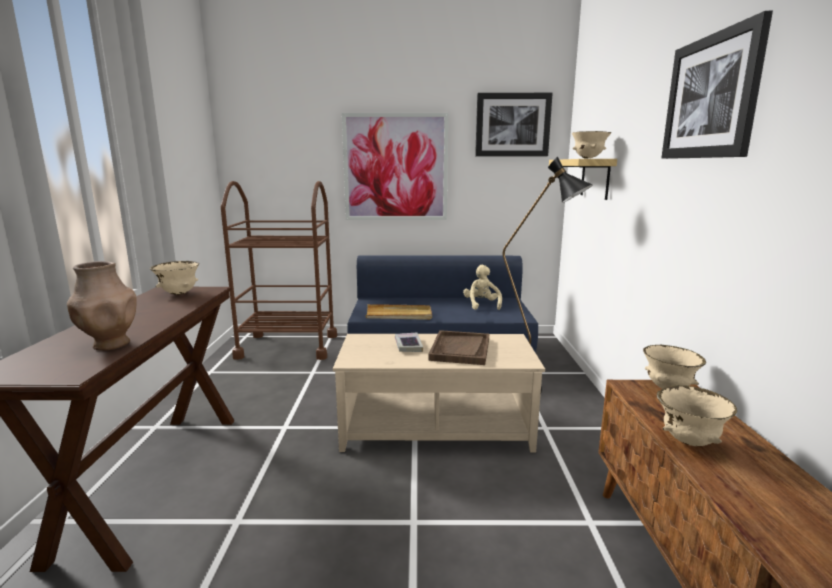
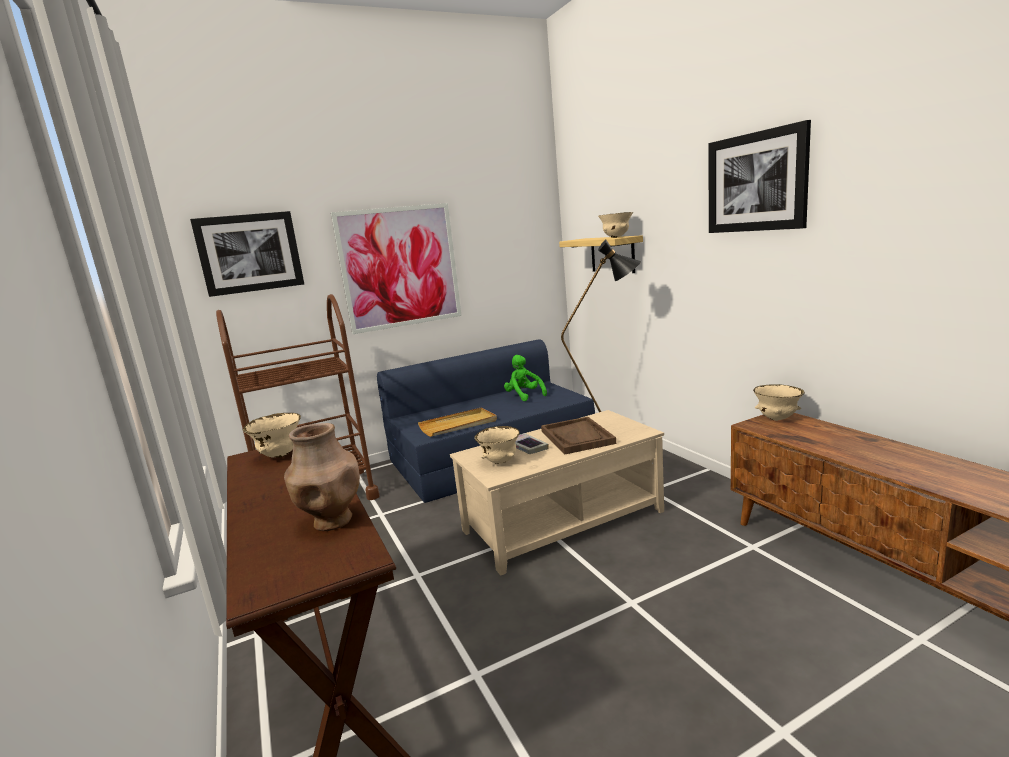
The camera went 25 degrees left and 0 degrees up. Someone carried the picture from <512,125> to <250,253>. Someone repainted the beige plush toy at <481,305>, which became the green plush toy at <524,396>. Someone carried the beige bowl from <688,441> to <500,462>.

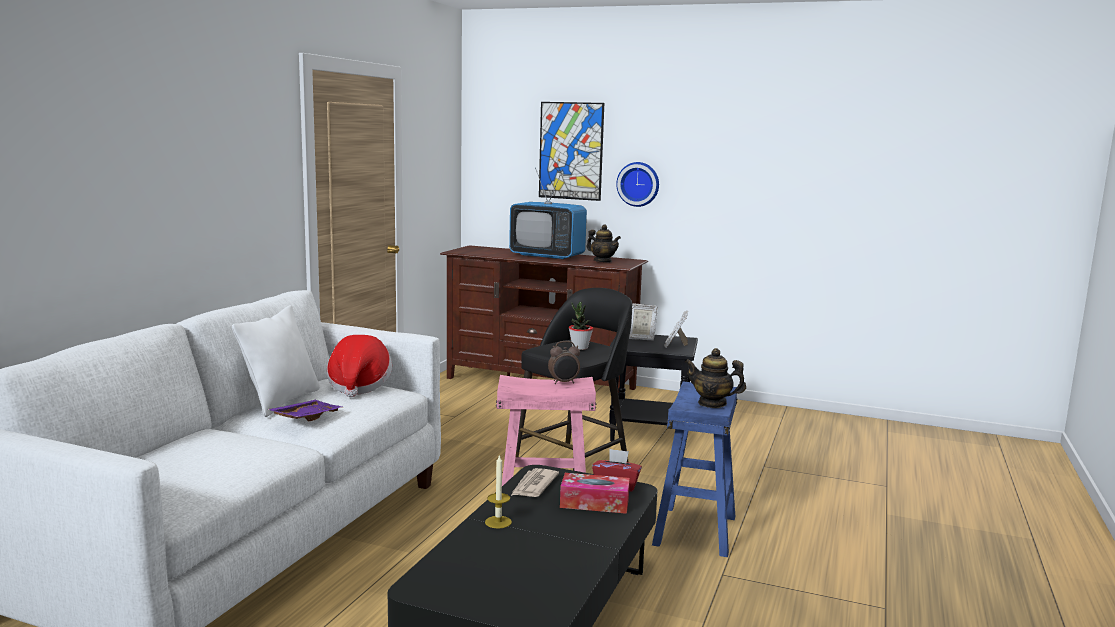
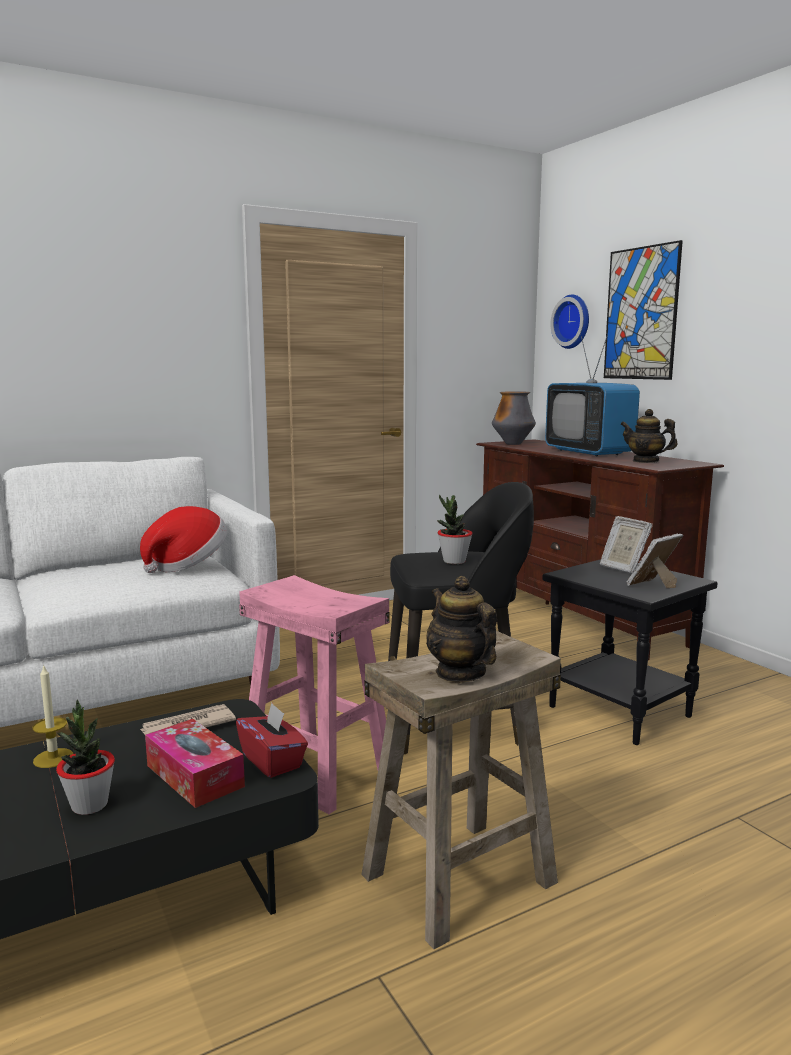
The camera went 40 degrees right and 0 degrees up. Someone carried the wall clock from <638,184> to <573,321>. Someone rotated the teapot at <602,261> by 135 degrees clockwise. Someone took away the white pillow at <281,401>. Someone took away the alarm clock at <564,382>. Someone repainted the blue stool at <696,530>, which became the beige stool at <459,879>. Someone took away the purple tray at <305,417>. Someone put down the vase at <513,444>. Someone put down the potted plant at <89,805>.

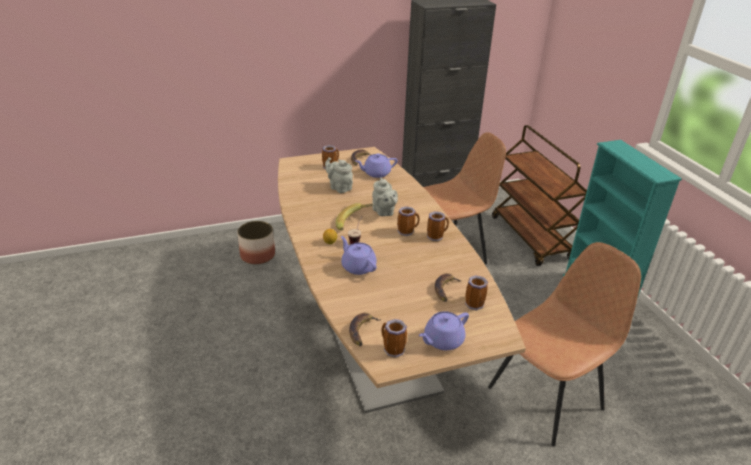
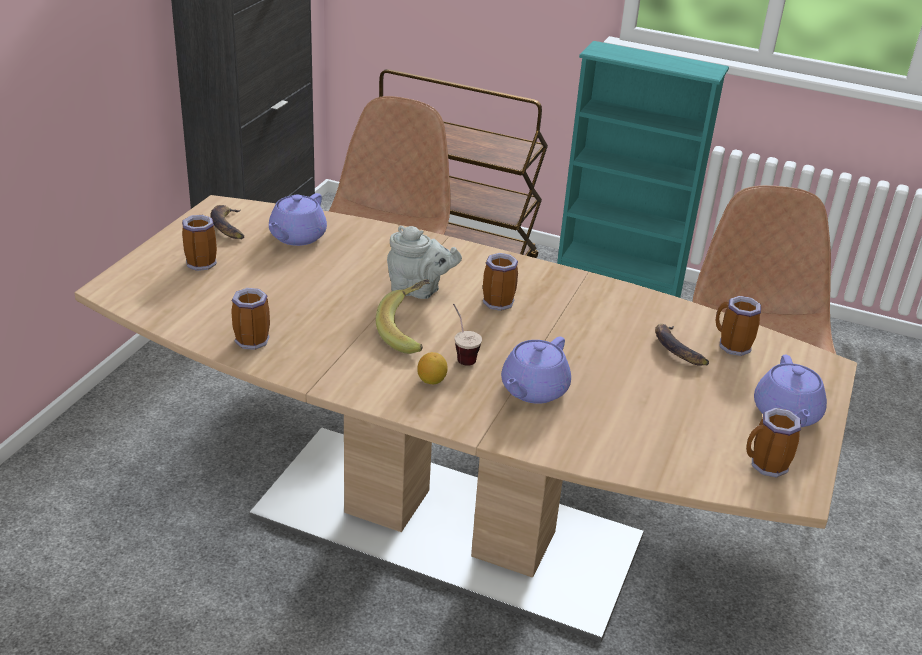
The camera went 50 degrees left and 0 degrees up. Someone took away the grey teapot at <339,187>. Someone carried the mug from <436,236> to <253,338>. Someone took away the planter at <258,255>. Someone rotated the purple teapot at <358,266> by 60 degrees counterclockwise. Someone took away the banana at <362,330>.

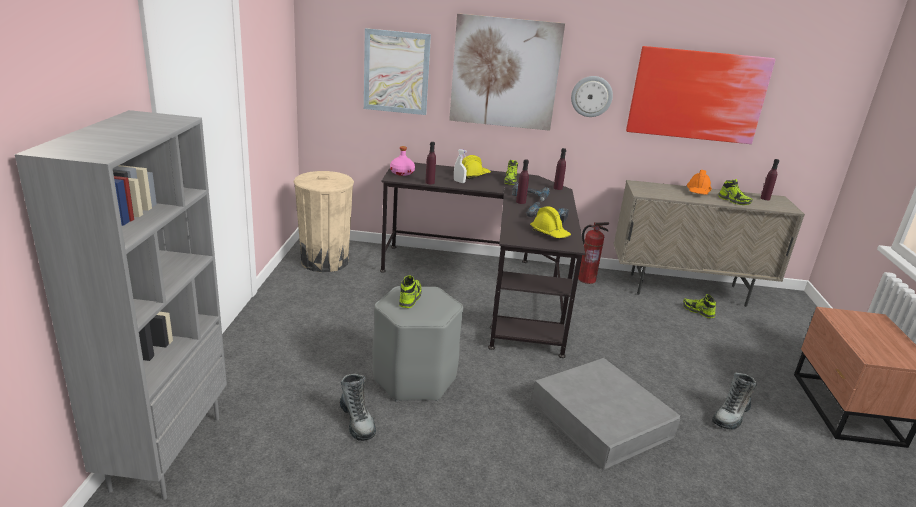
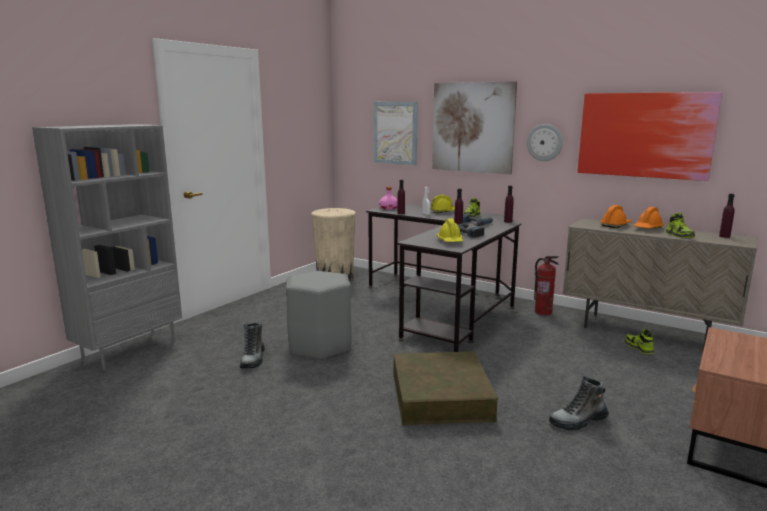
The camera went 30 degrees right and 10 degrees down. Someone took away the shoe at <410,298>. Someone repainted the grey storage box at <601,419>, which became the brown storage box at <441,396>. Someone put down the orange hard hat at <615,225>.

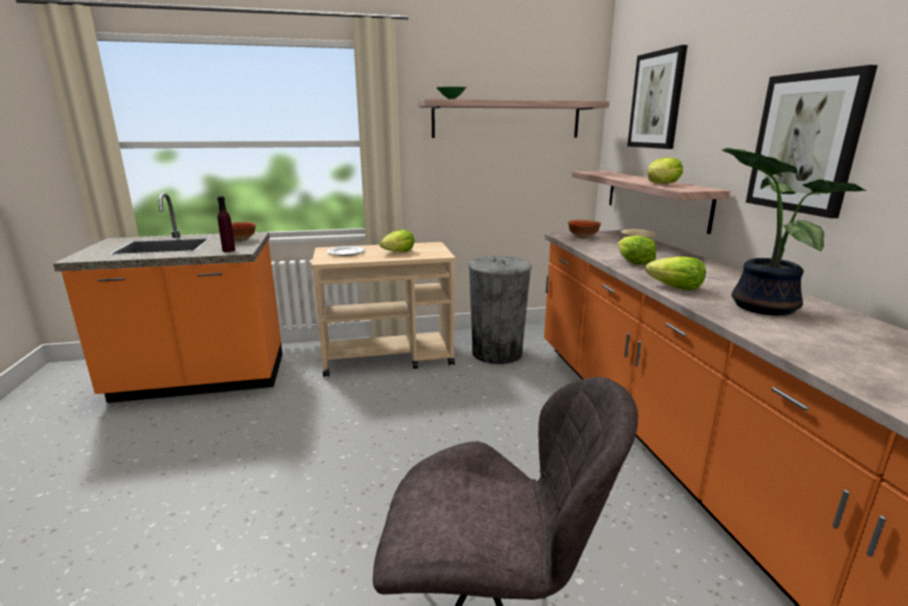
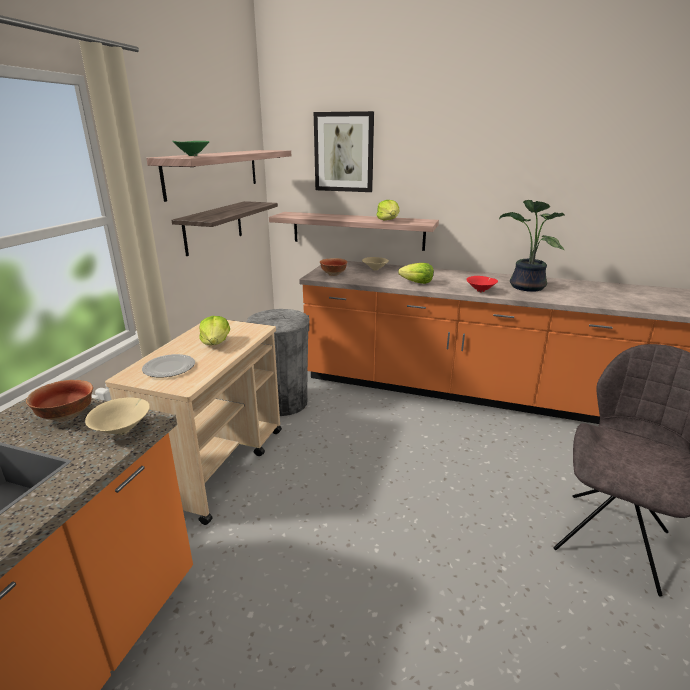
The camera went 60 degrees left and 5 degrees up. Someone took away the picture at <805,143>. Someone swapped the purple bottle at <229,250> for the beige bowl at <123,430>. Someone swapped the lettuce at <675,287> for the red bowl at <481,291>. Someone put up the shelf at <213,227>.

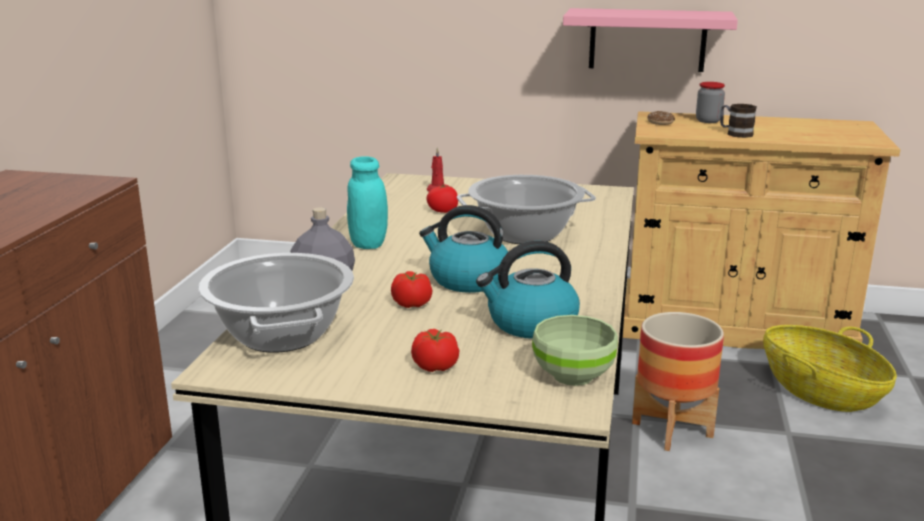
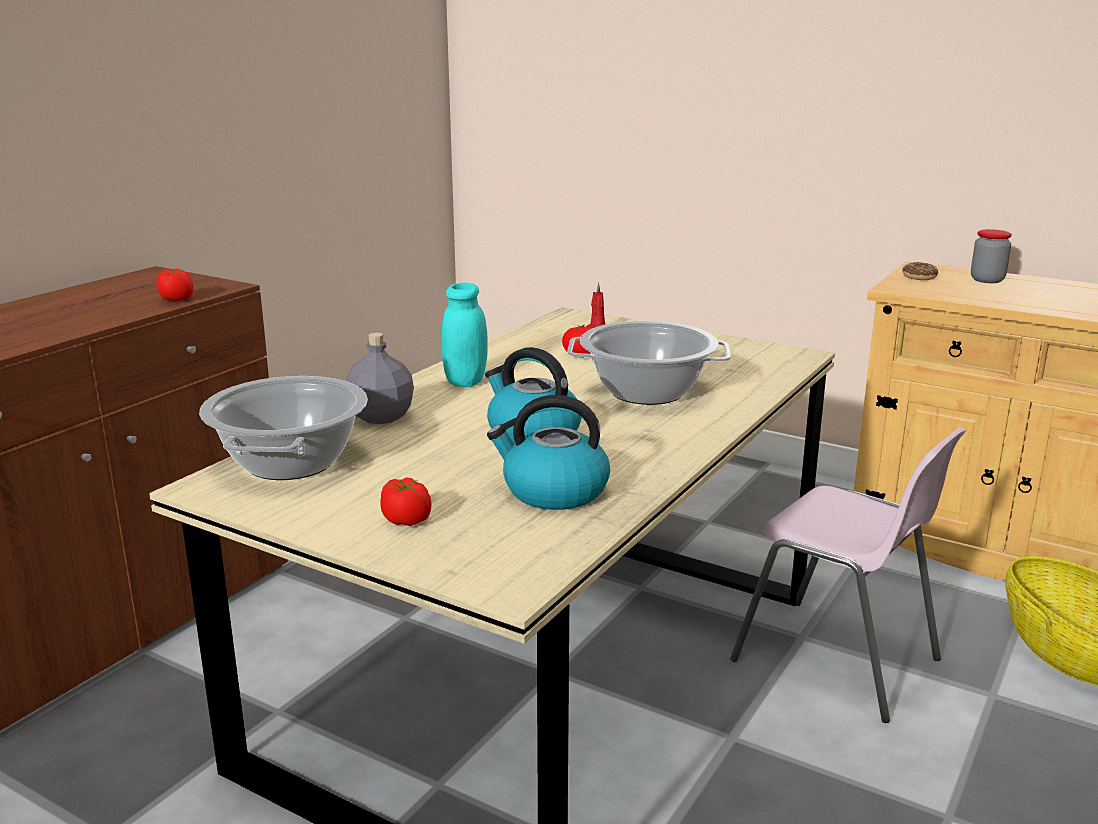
The camera went 20 degrees right and 0 degrees up. Someone took away the pink shelf at <647,40>. Someone took away the mug at <735,133>. Someone carried the tomato from <411,304> to <177,299>. Someone swapped the planter at <672,430> for the pink chair at <838,661>. Someone took away the green bowl at <572,376>.

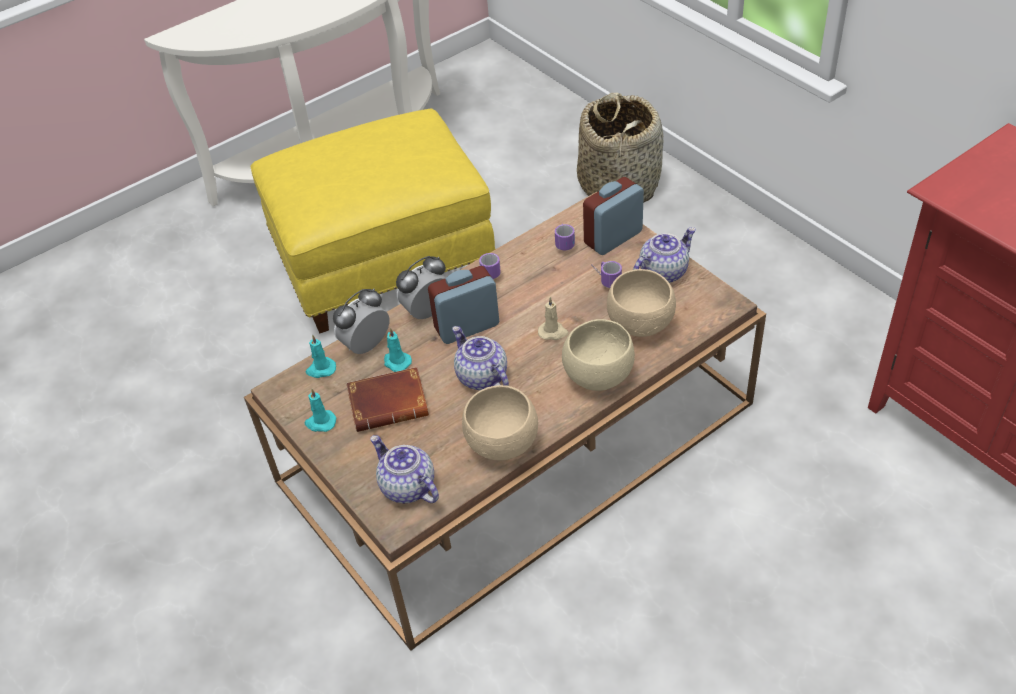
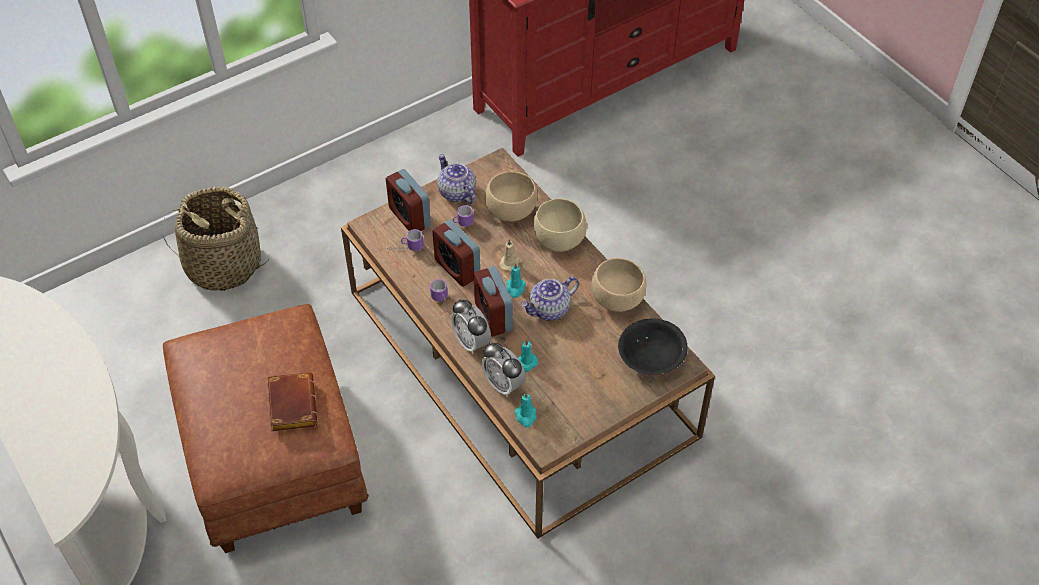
The camera went 90 degrees left and 5 degrees up. Someone repainted the yellow ottoman at <385,260>, which became the brown ottoman at <272,457>. Someone carried the brown book from <390,403> to <290,404>. Someone carried the turquoise candle from <320,422> to <515,288>. Someone swapped the teapot at <407,487> for the black bowl at <651,357>. Someone put down the alarm clock at <457,268>.

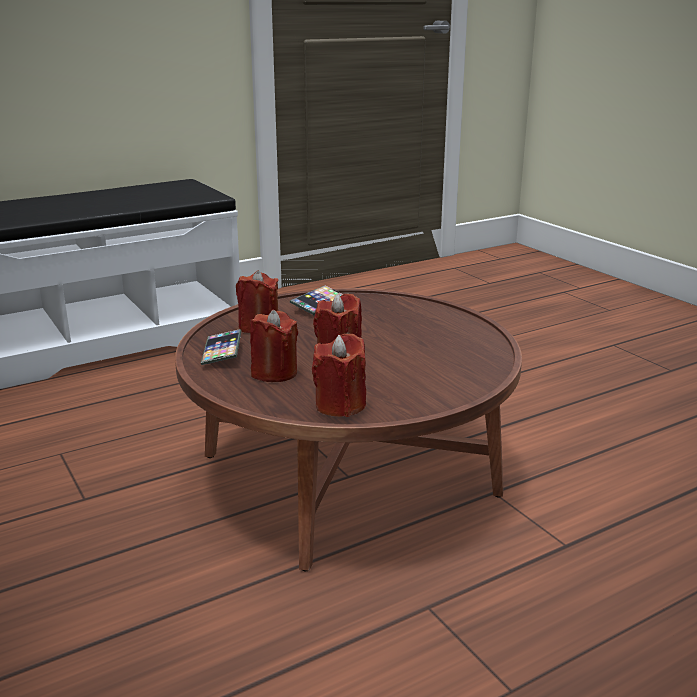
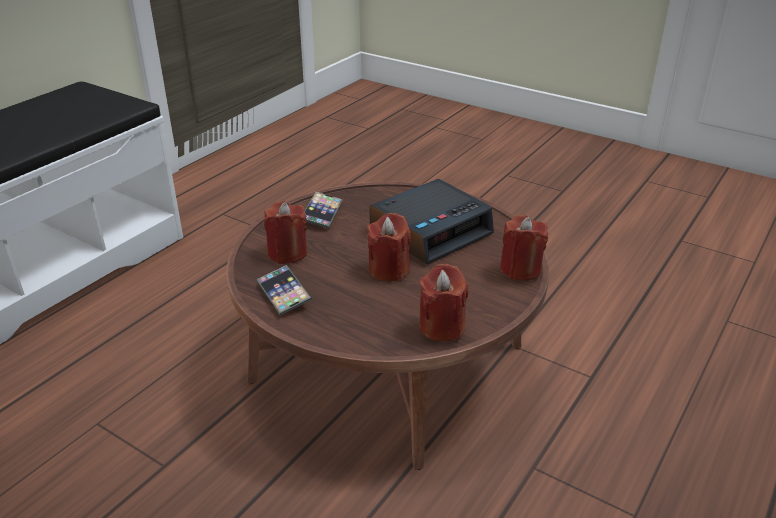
The camera went 25 degrees left and 10 degrees up. Someone carried the red candle from <274,373> to <520,269>. Someone put down the alarm clock at <431,231>.

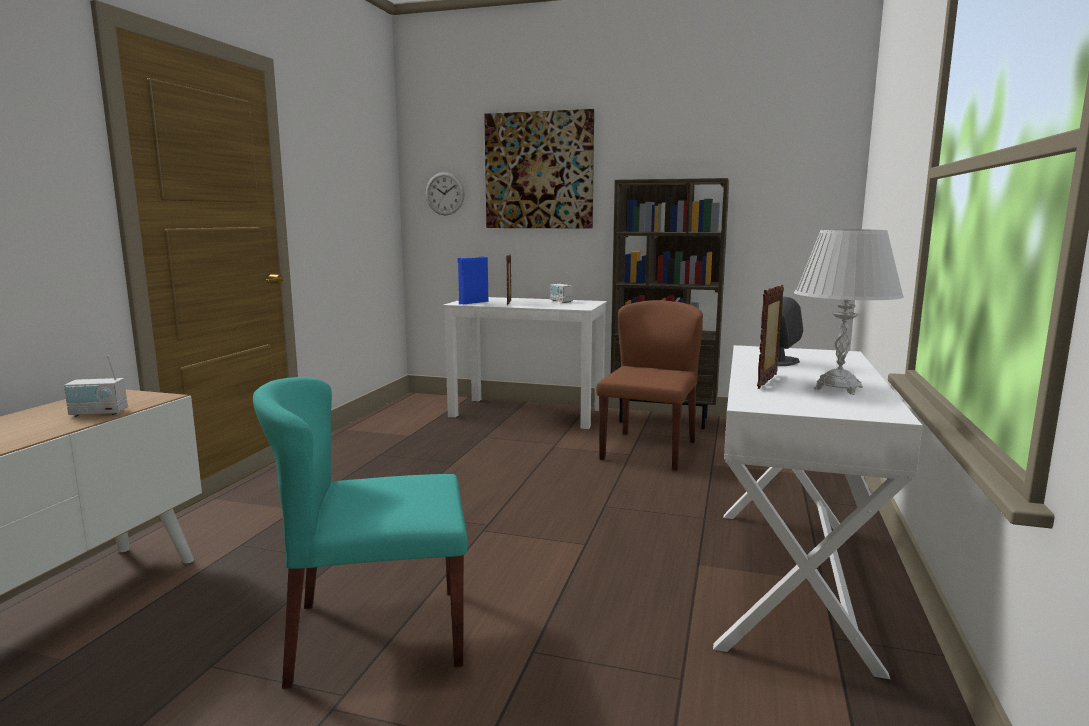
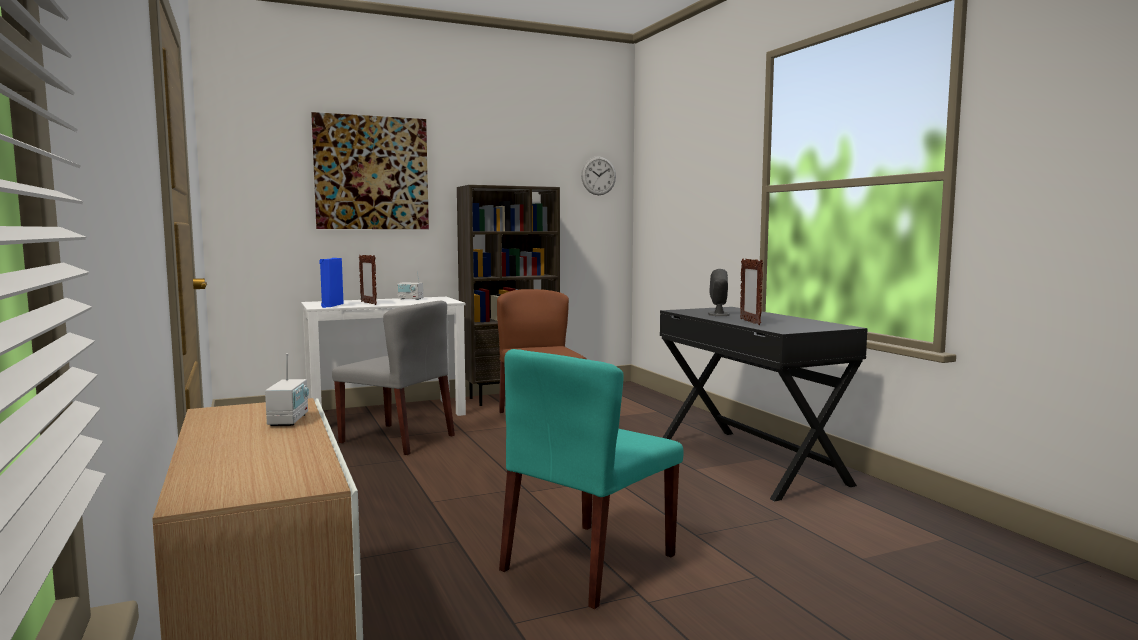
The camera went 40 degrees left and 5 degrees down. Someone carried the wall clock from <445,193> to <598,176>. Someone took away the white table lamp at <838,388>. Someone repainted the white desk at <791,580>, which became the black desk at <750,462>. Someone rotated the radio at <98,413> by 45 degrees counterclockwise. Someone put down the grey chair at <398,439>.

